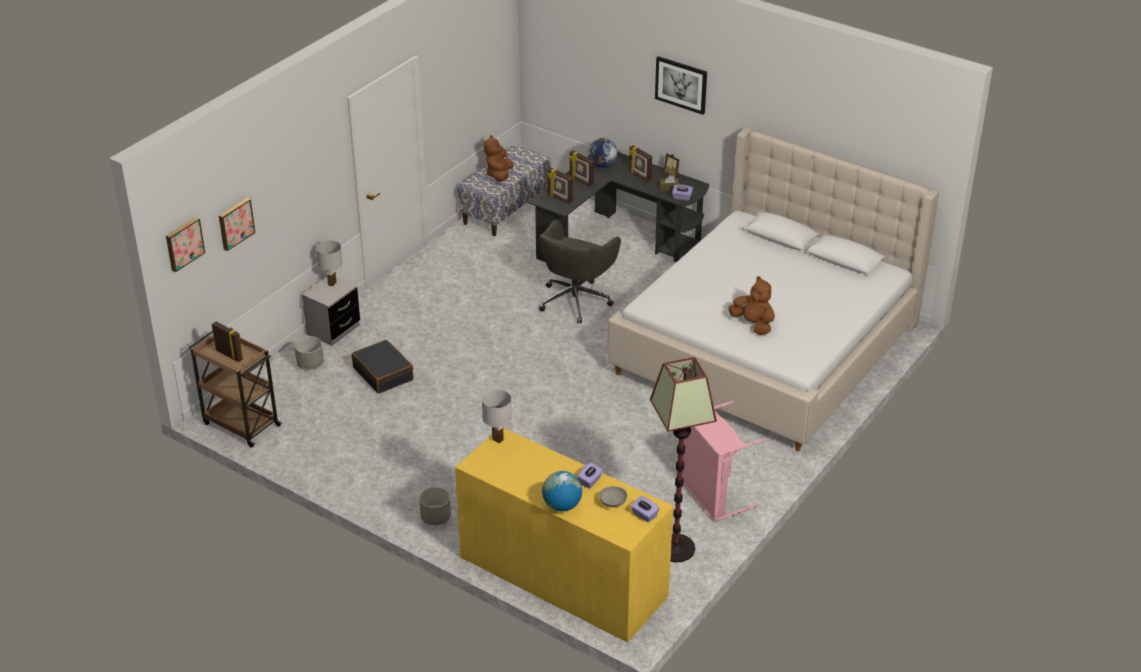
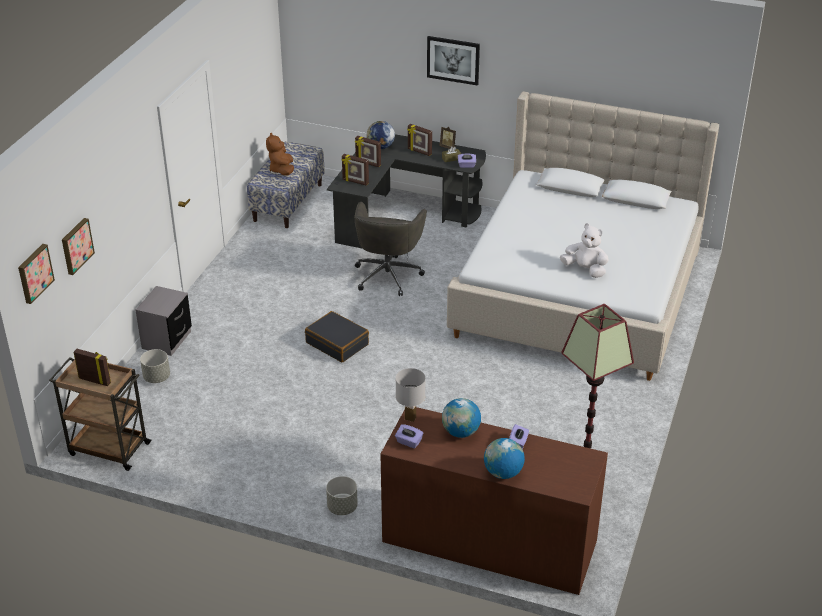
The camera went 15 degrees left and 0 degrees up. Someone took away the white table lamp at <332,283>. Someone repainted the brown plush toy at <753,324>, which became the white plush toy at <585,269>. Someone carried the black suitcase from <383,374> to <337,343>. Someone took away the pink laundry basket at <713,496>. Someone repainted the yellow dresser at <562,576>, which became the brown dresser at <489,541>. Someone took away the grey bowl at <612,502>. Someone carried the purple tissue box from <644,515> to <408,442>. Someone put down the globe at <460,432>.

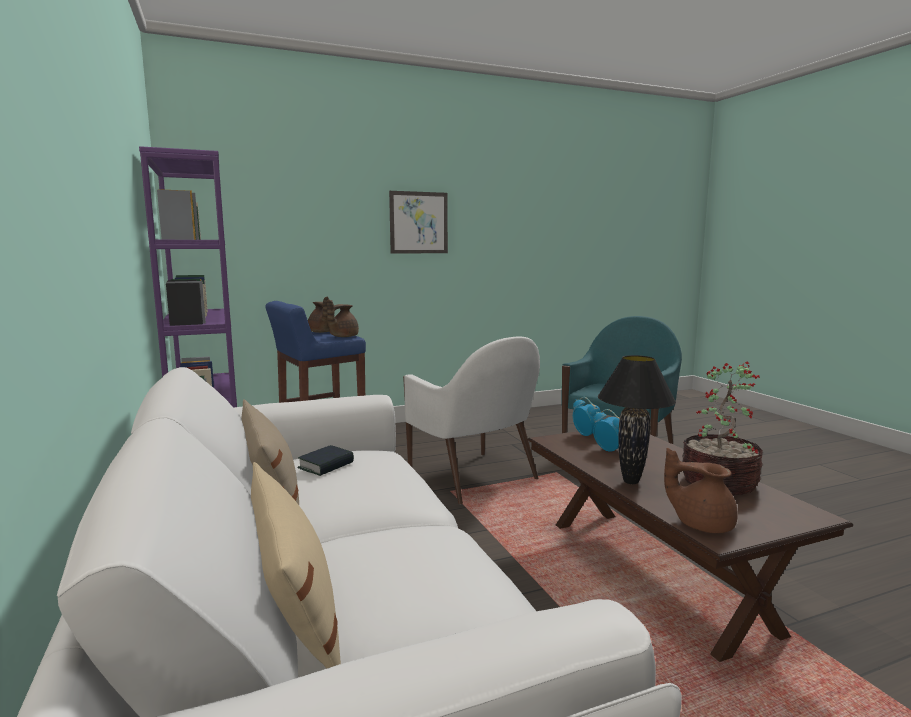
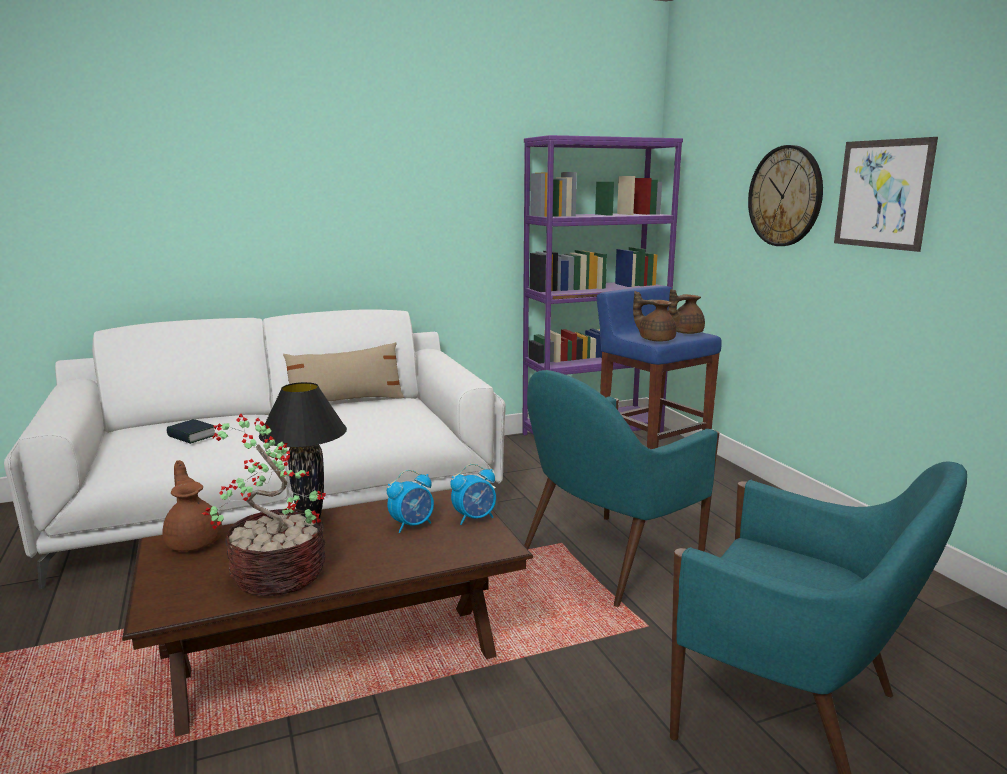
The camera went 90 degrees right and 5 degrees up. Someone repainted the white armchair at <474,478>, which became the turquoise armchair at <607,559>. Someone carried the book from <326,465> to <192,436>. Someone rotated the brown teapot at <701,524> by 60 degrees counterclockwise. Someone took away the beige pillow at <293,608>. Someone put up the wall clock at <785,196>.

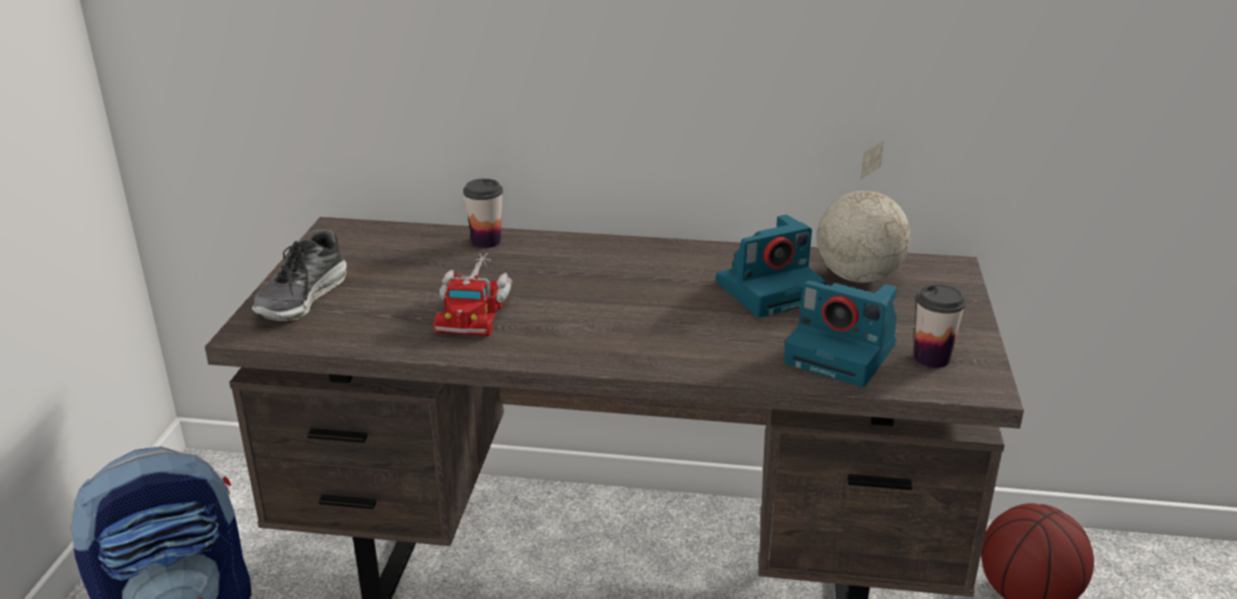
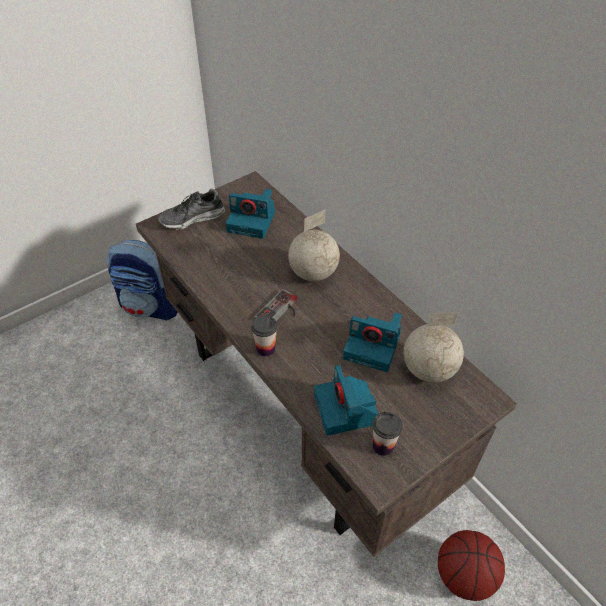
The camera went 45 degrees right and 20 degrees up. Someone carried the cup from <486,241> to <265,348>. Someone took away the toy truck at <473,310>. Someone put down the photo camera at <252,221>. Someone put down the globe at <312,273>. Someone put down the game controller at <280,312>.

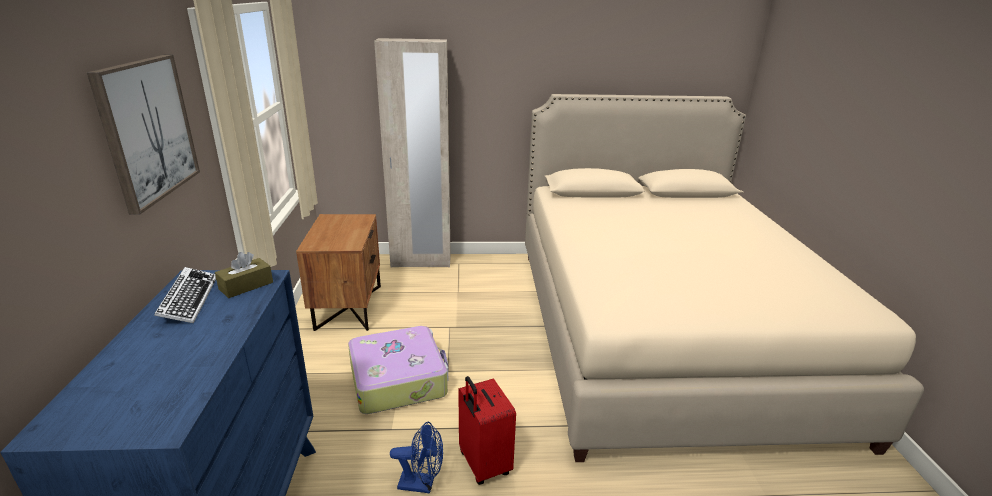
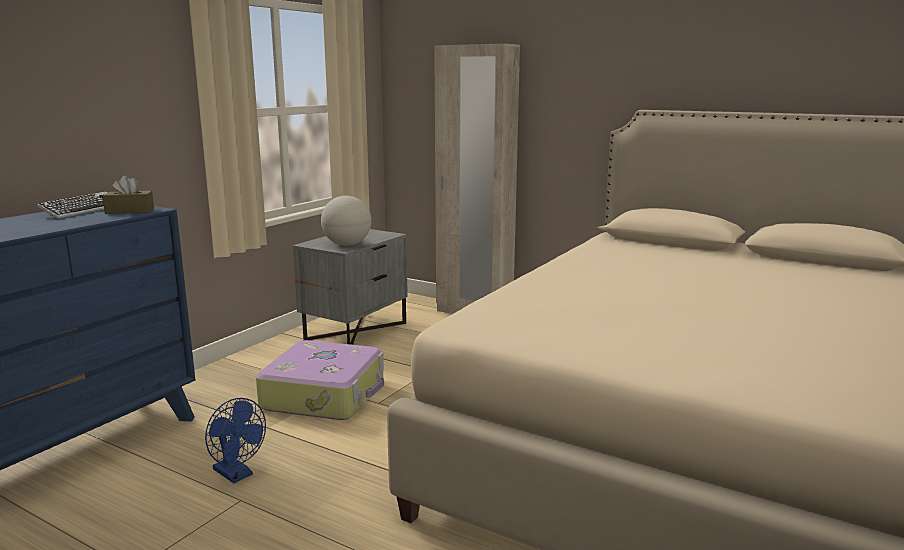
The camera went 35 degrees right and 10 degrees down. Someone took away the picture at <147,130>. Someone repainted the brown nightstand at <348,307>, which became the grey nightstand at <355,331>. Someone took away the red suitcase at <483,464>. Someone put down the globe at <347,245>.

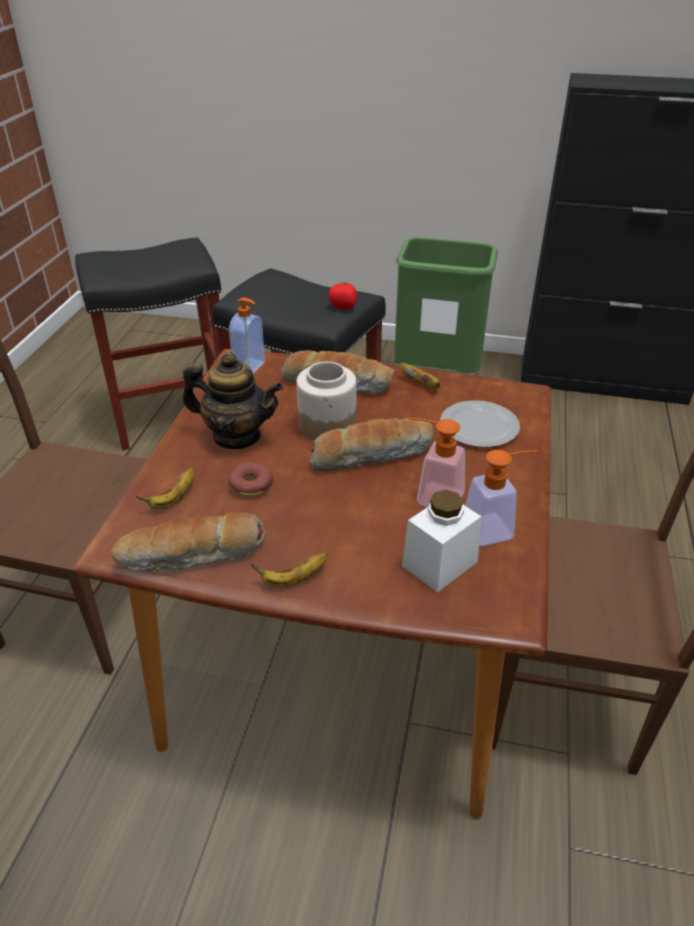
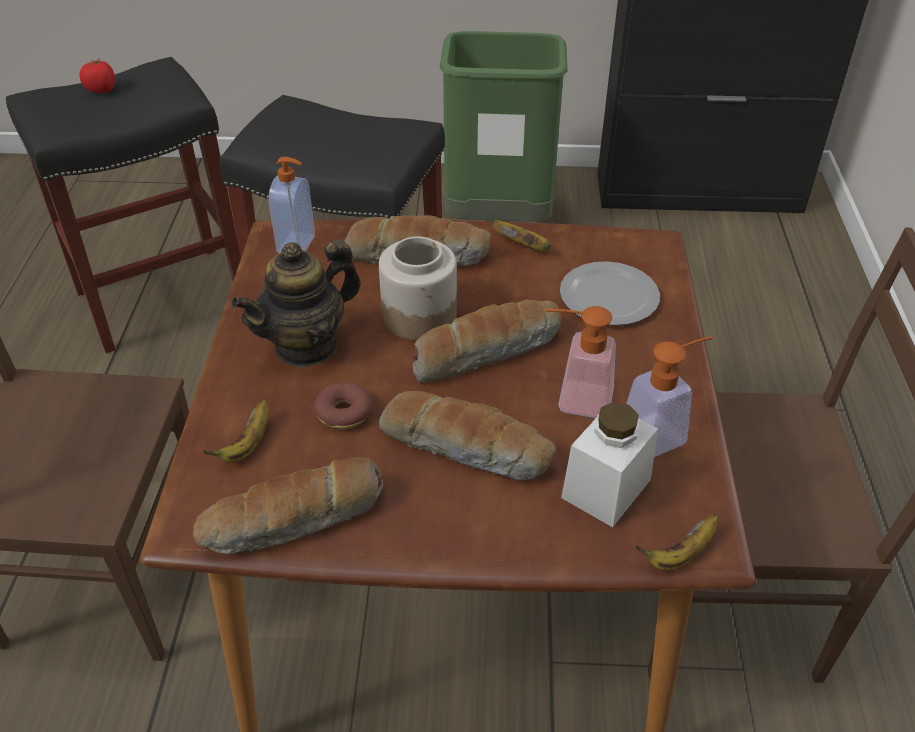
The camera went 10 degrees left and 5 degrees up. Someone carried the tomato from <343,306> to <102,90>. Someone rotated the teapot at <237,436> by 135 degrees clockwise. Someone carried the banana from <293,579> to <680,555>. Someone put down the bread at <467,447>.

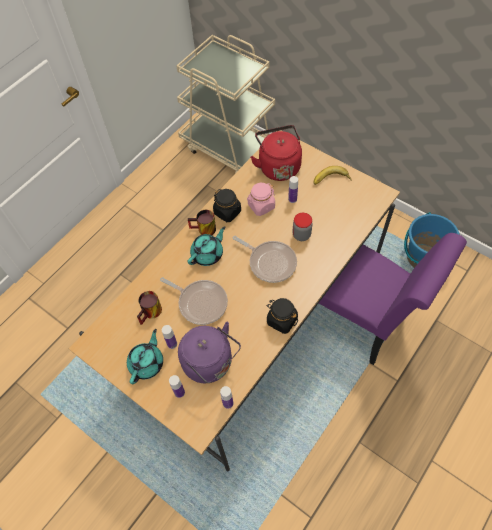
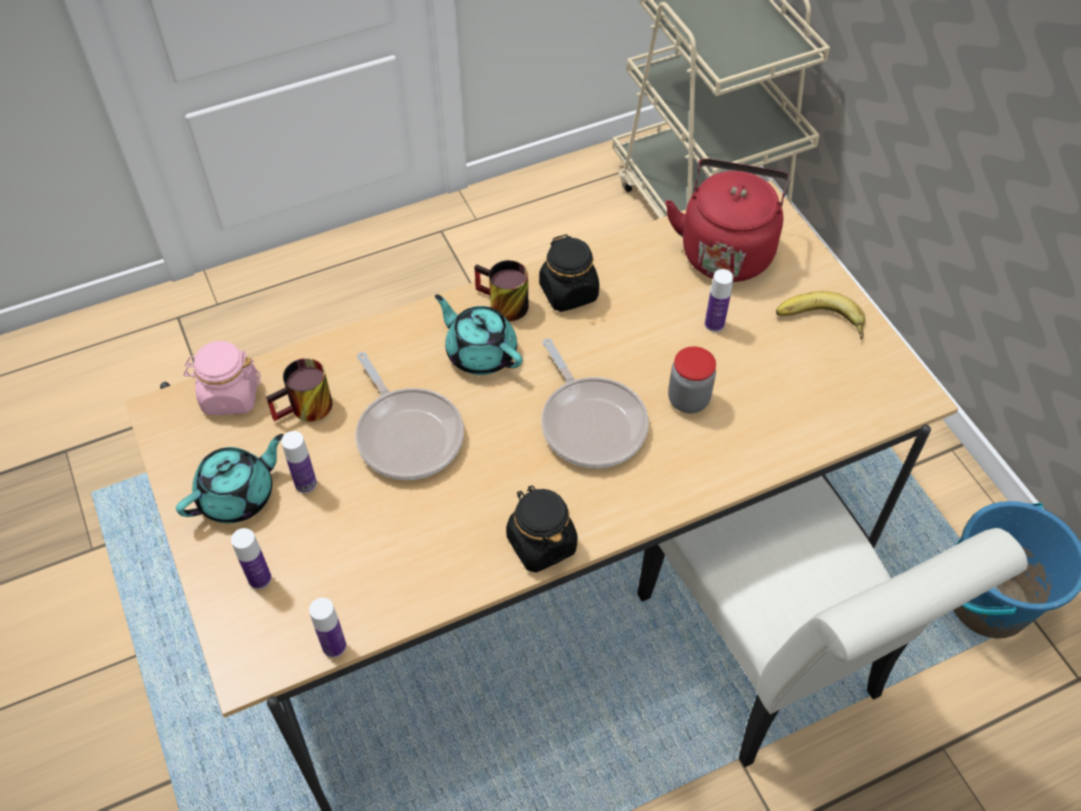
The camera went 25 degrees right and 5 degrees down. Someone carried the pink jar from <261,206> to <230,396>. Someone rotated the turquoise teapot at <208,254> by 120 degrees counterclockwise. Someone repainted the purple chair at <358,320>, which became the white chair at <766,659>. Someone took away the purple kettle at <210,363>.

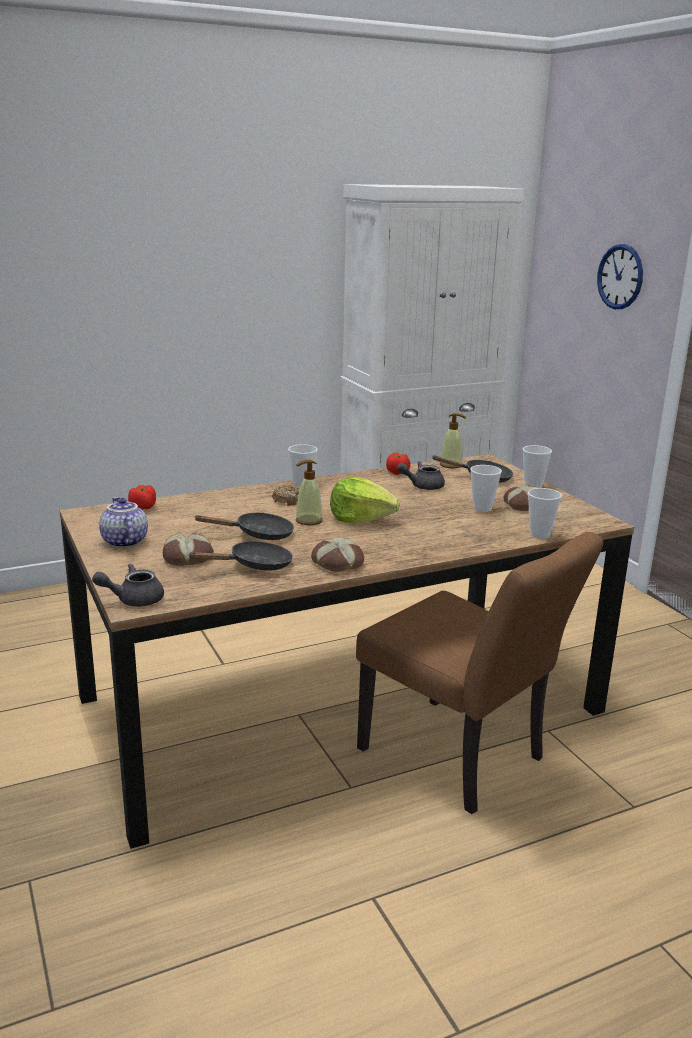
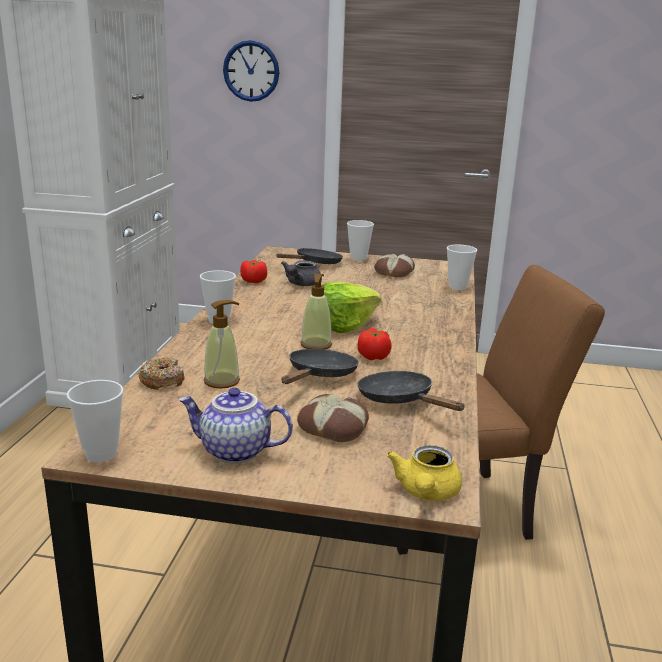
The camera went 55 degrees left and 0 degrees up. Someone carried the soap dispenser from <451,465> to <222,381>. Someone carried the cup from <482,508> to <101,454>. Someone carried the donut from <288,500> to <162,381>. Someone carried the tomato from <143,507> to <373,356>. Someone took away the bread at <336,562>. Someone rotated the black frying pan at <255,565> by 45 degrees counterclockwise. Someone repainted the grey teapot at <133,600>, which became the yellow teapot at <426,493>.

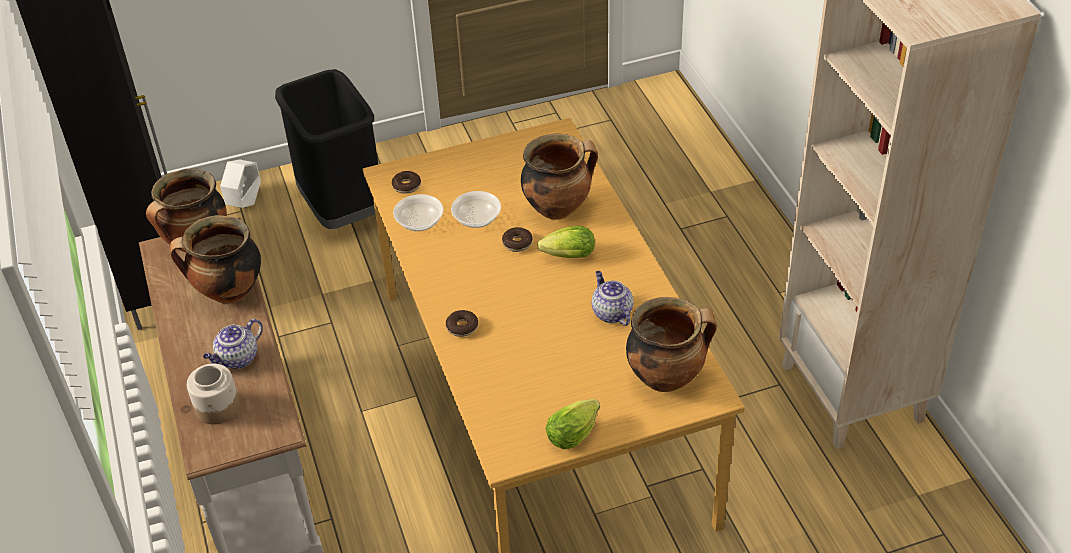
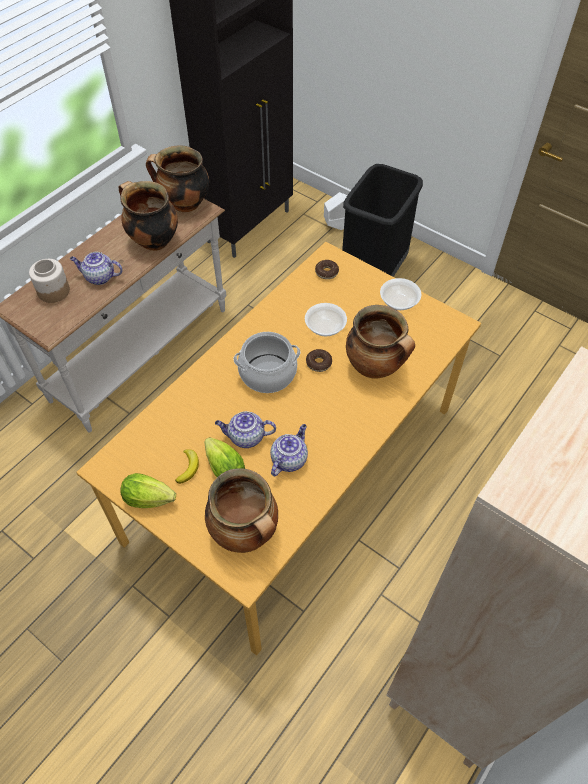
The camera went 55 degrees right and 10 degrees up. Someone carried the bowl from <419,222> to <399,301>. Someone carried the lettuce from <566,256> to <223,466>. Someone took away the donut at <462,327>. Someone put down the cooking pot at <267,374>. Someone put down the teapot at <246,437>. Someone put down the banana at <188,467>.

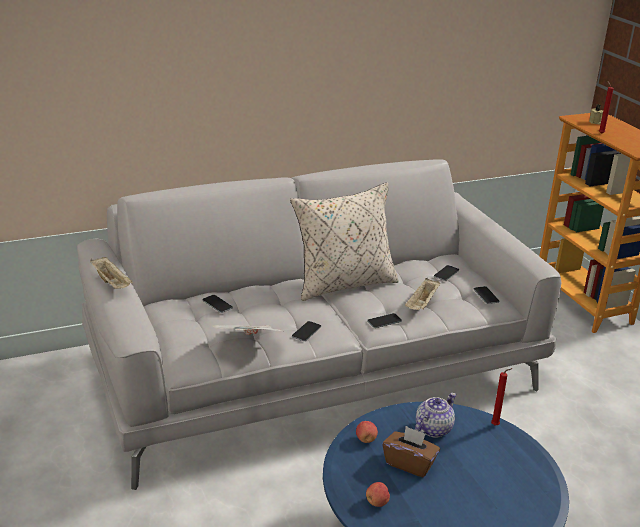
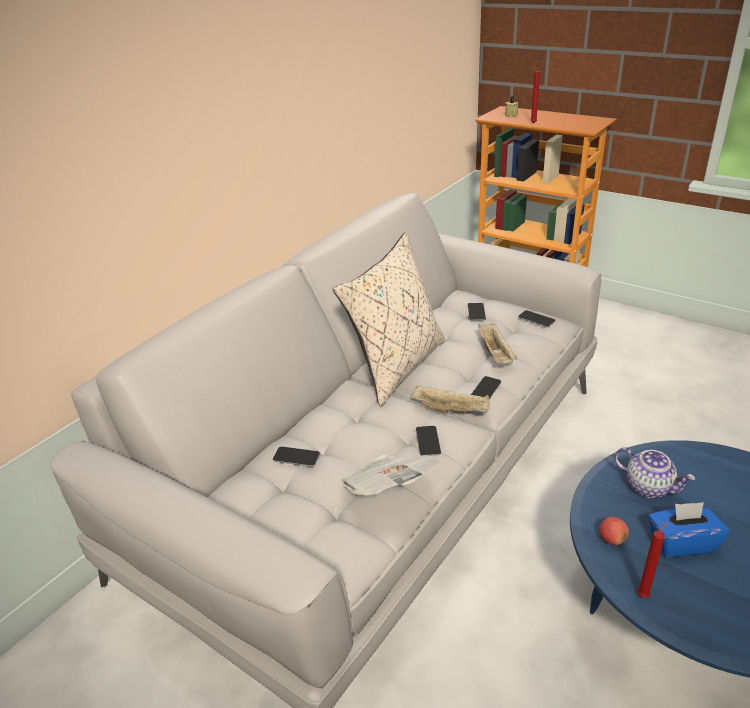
The camera went 30 degrees left and 5 degrees up. Someone carried the beige tray from <112,283> to <452,410>. Someone carried the red candle from <496,425> to <644,595>. Someone rotated the teapot at <433,428> by 120 degrees clockwise. Someone repainted the brown tissue box at <409,463>, which became the blue tissue box at <682,542>. Someone took away the apple at <377,502>.

